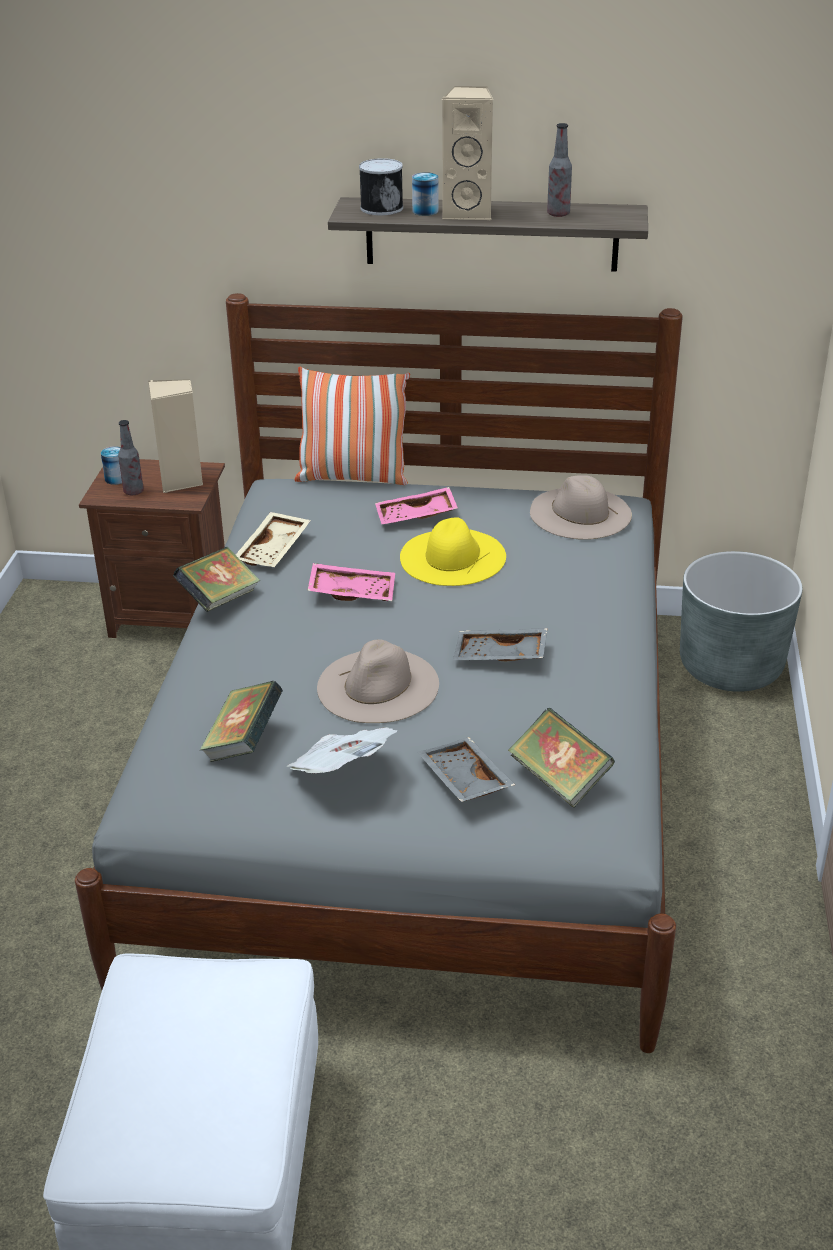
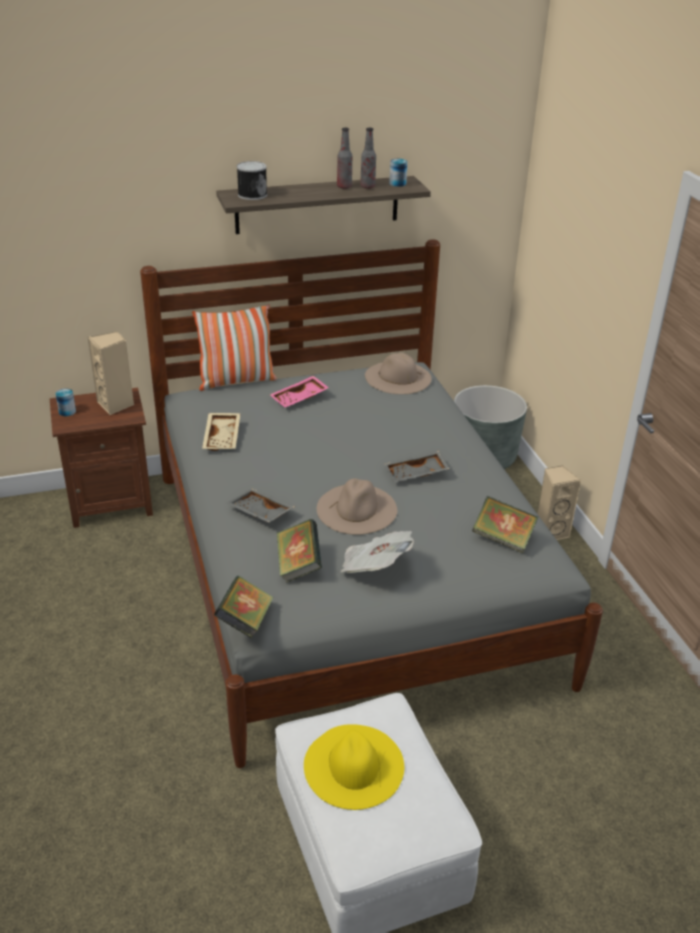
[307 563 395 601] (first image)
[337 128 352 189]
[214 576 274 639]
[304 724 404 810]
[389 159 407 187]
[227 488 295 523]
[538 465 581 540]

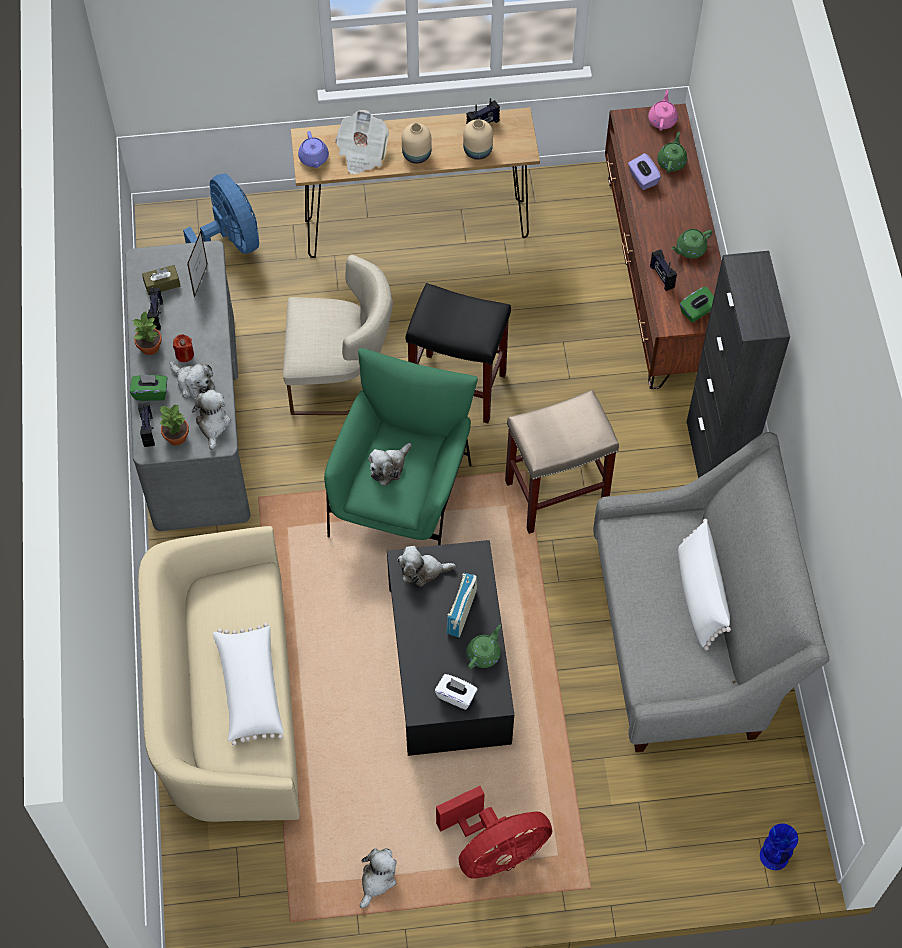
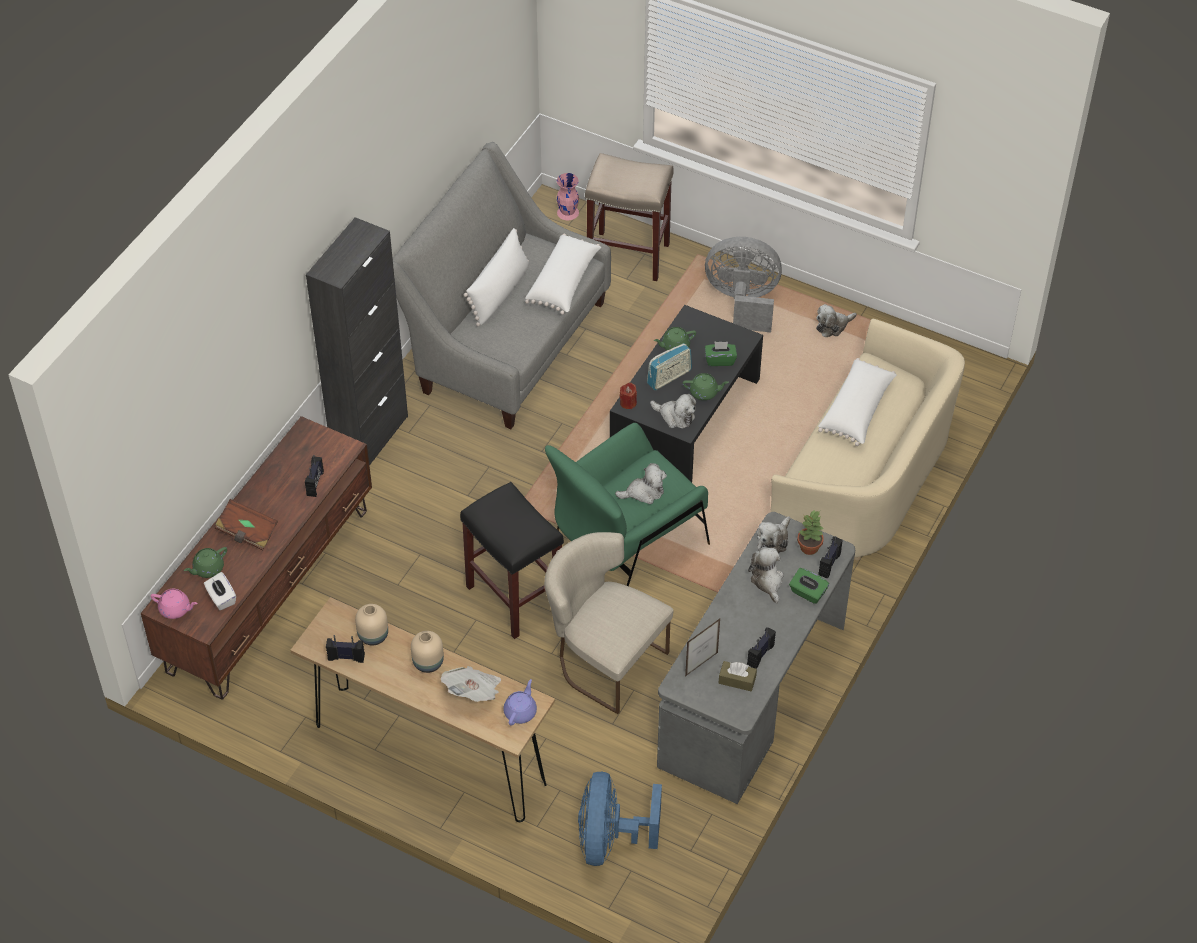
[132 311 162 355] (first image)
[628 153 661 190] (first image)
[215 499 278 551]
[525 234 601 315]
[620 383 637 409]
[204 572 236 610]
[585 153 674 281]
[683 373 729 400]
[705 341 737 366]
[705 237 782 332]
[557 173 579 220]
[150 589 198 619]

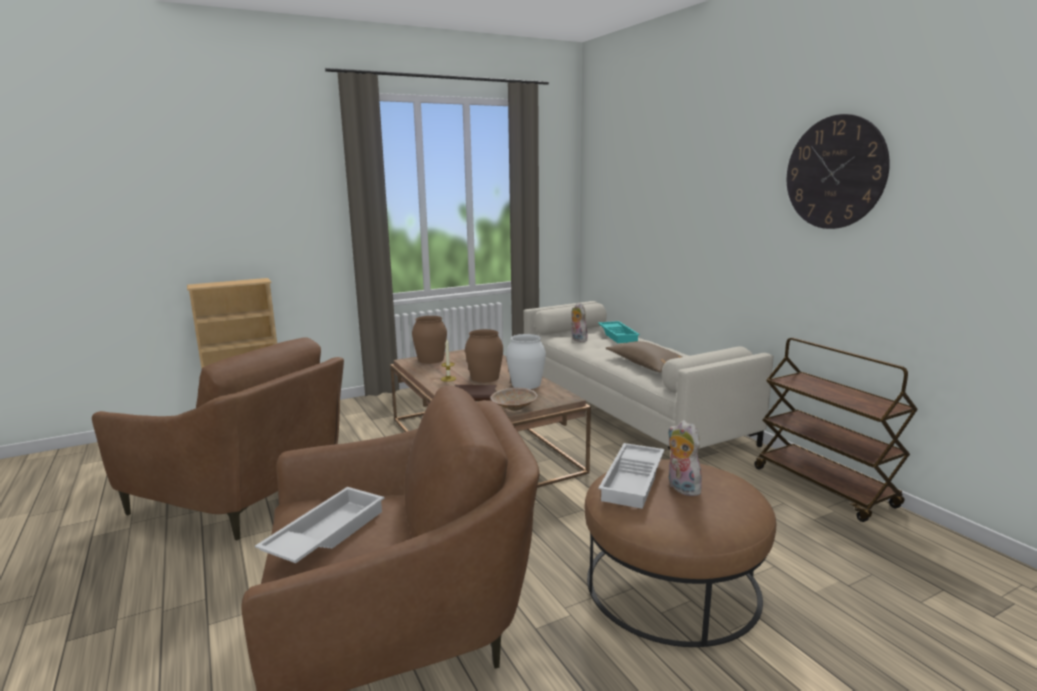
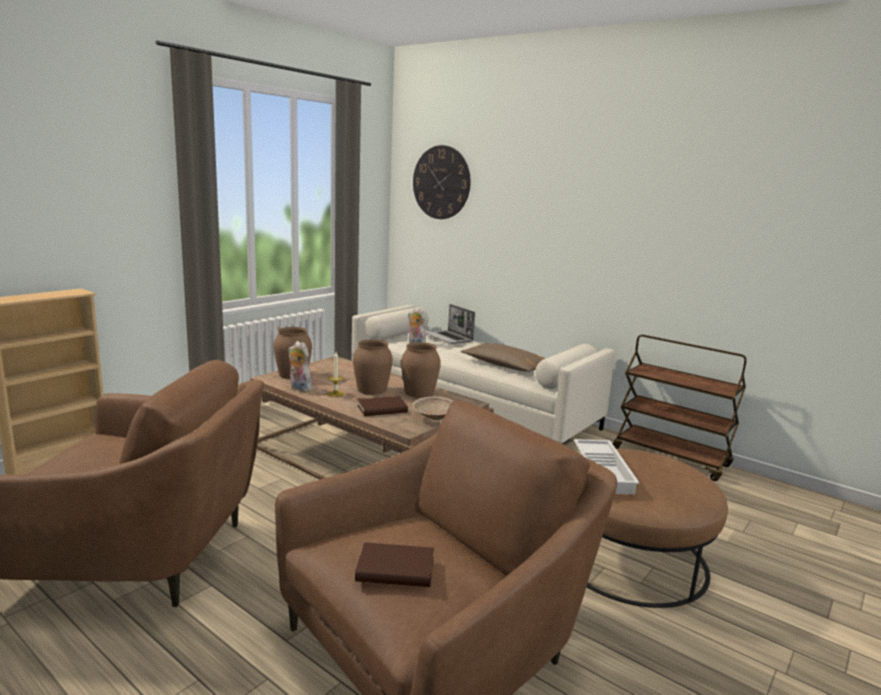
[289 341 312 392]
[413 145 471 219]
[355 542 434 587]
[426 304 475 344]
[401 342 441 398]

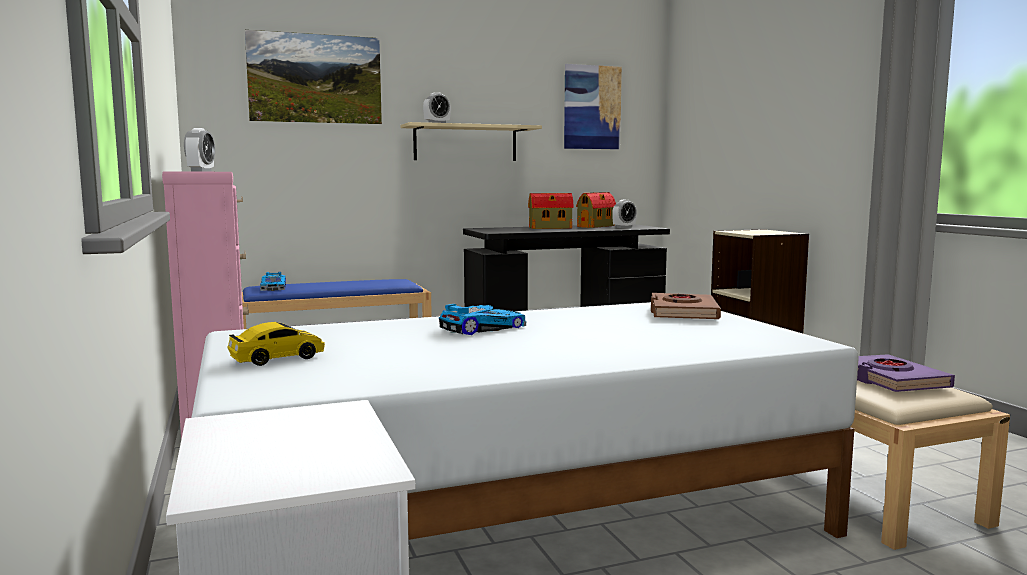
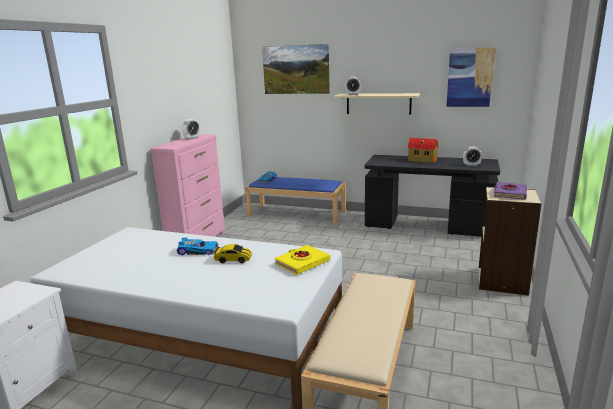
[576 192 616 228] (first image)
[214 244 252 263]
[494 182 527 200]
[274 245 330 275]

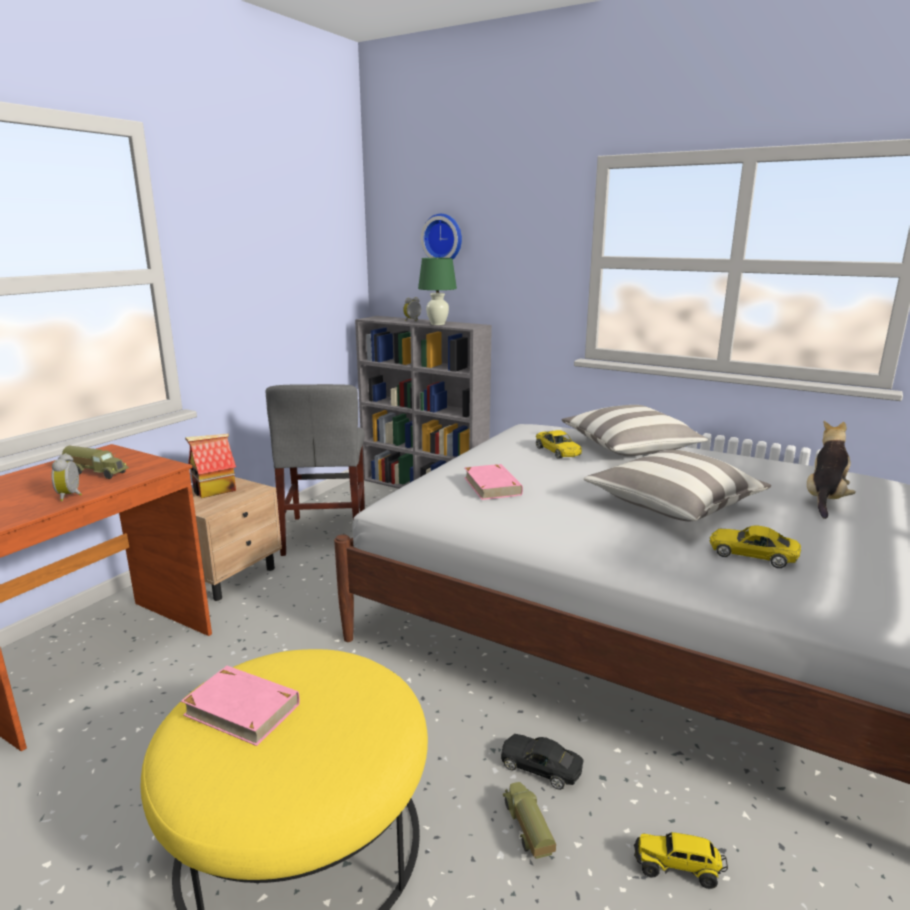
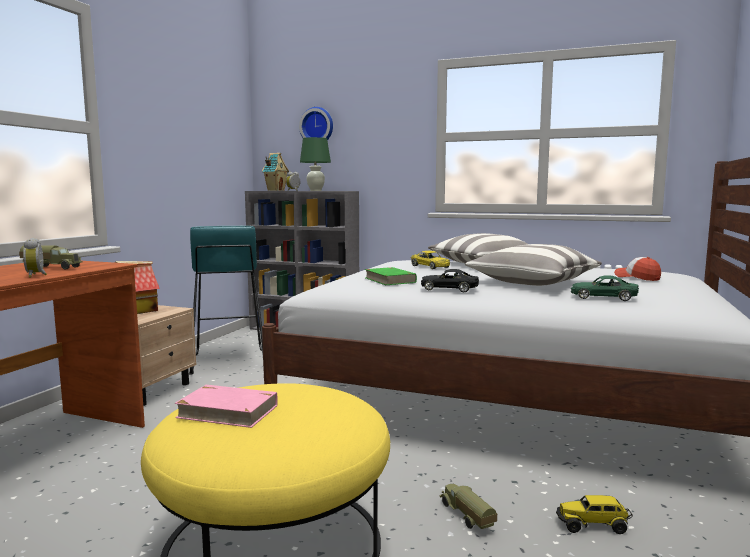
[262 153 289 191]
[421 269 479 292]
[189 226 263 375]
[614 257 661 281]
[365 267 417 285]
[571 276 639 301]

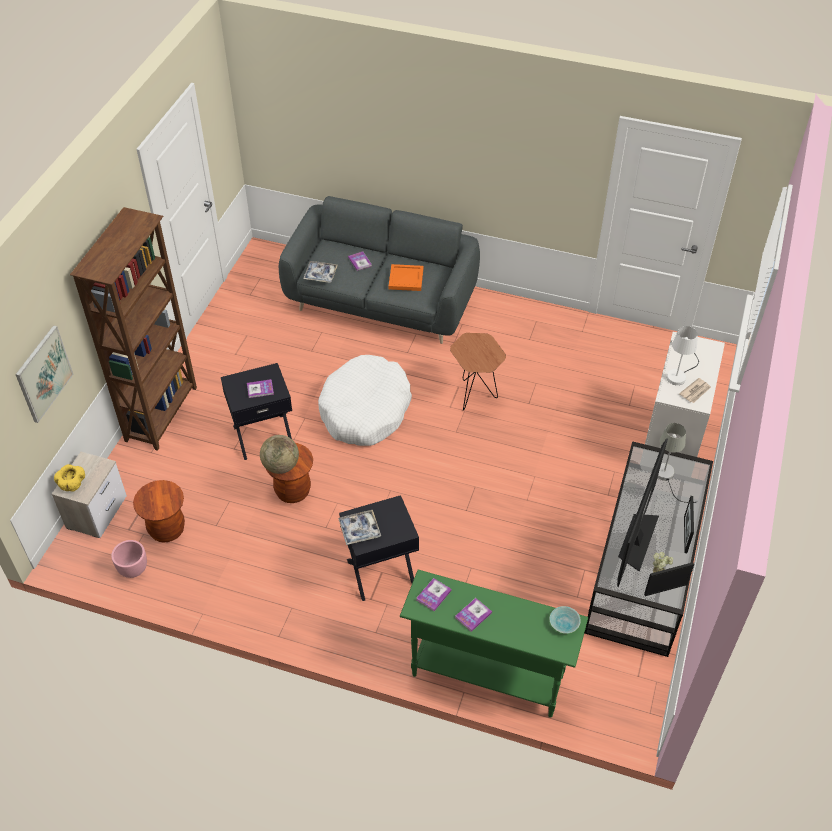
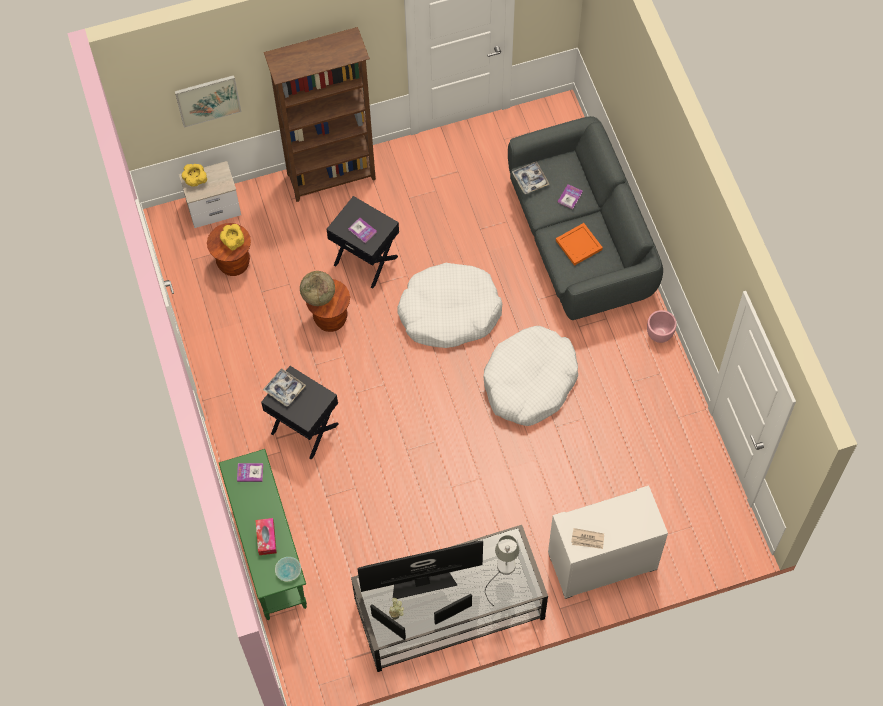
[455 598 492 632] (first image)
[667 326 699 385] (first image)
[220 224 244 250]
[256 518 277 555]
[647 310 677 343]
[483 326 578 426]

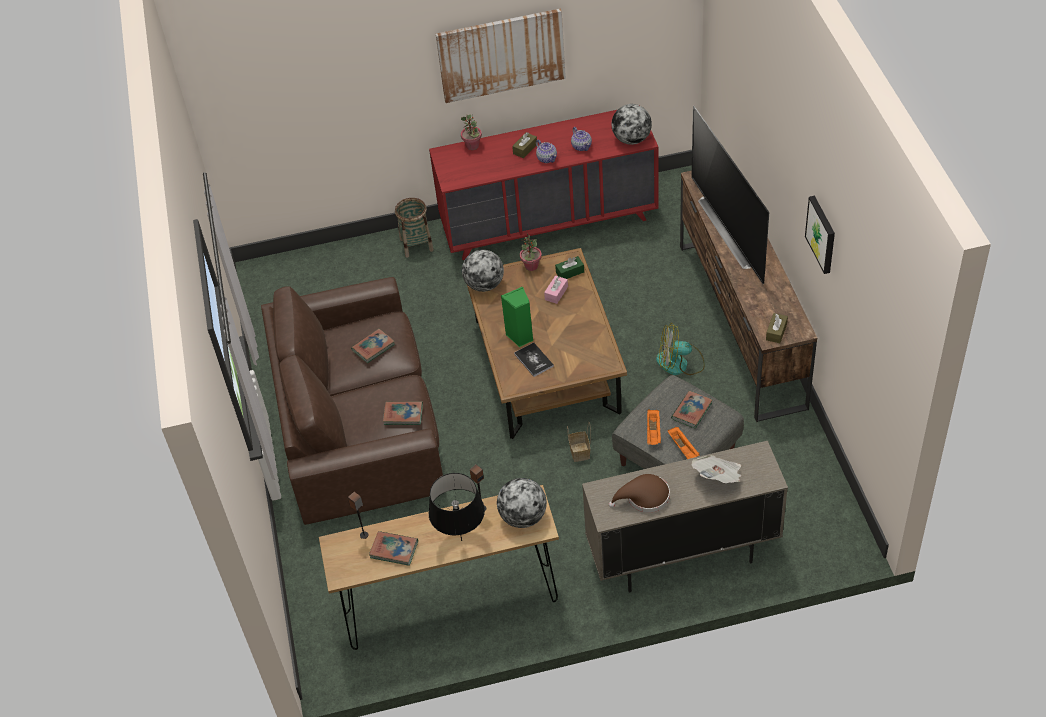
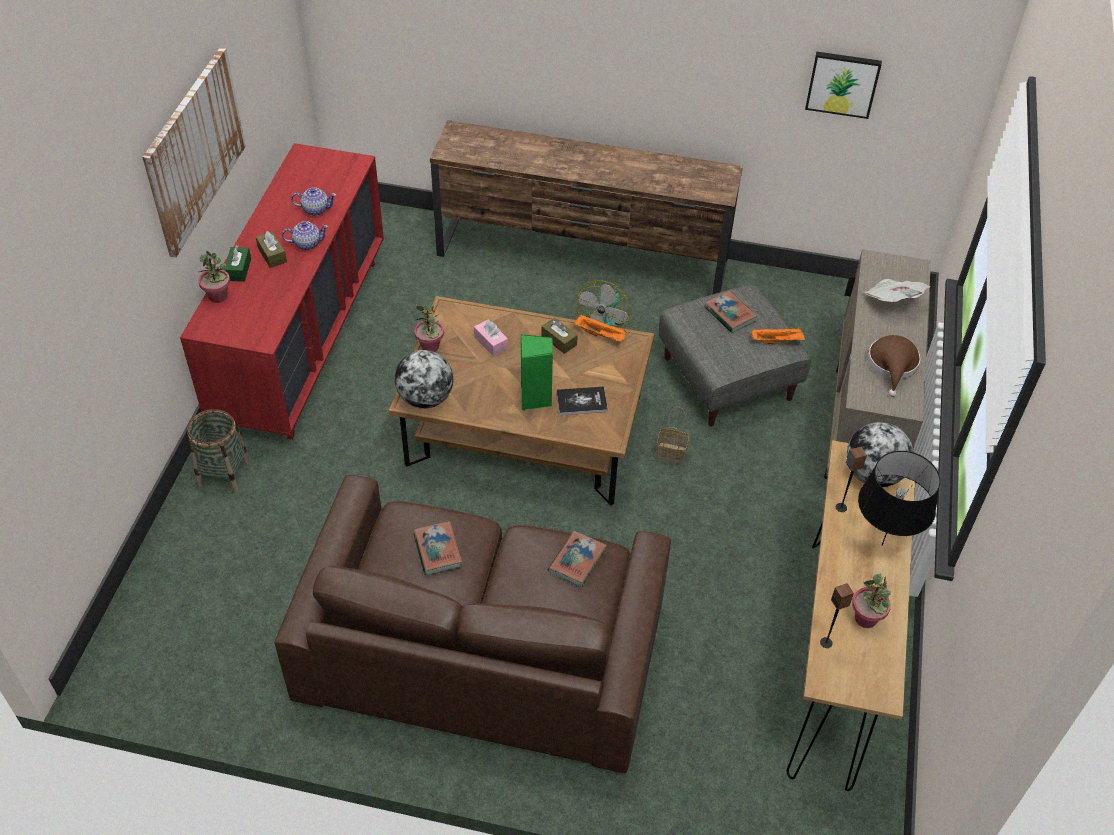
[611 104 652 145] (first image)
[691 106 769 284] (first image)
[224 245 251 282]
[574 314 626 342]
[541 318 578 354]
[805 52 882 119]
[852 573 891 628]

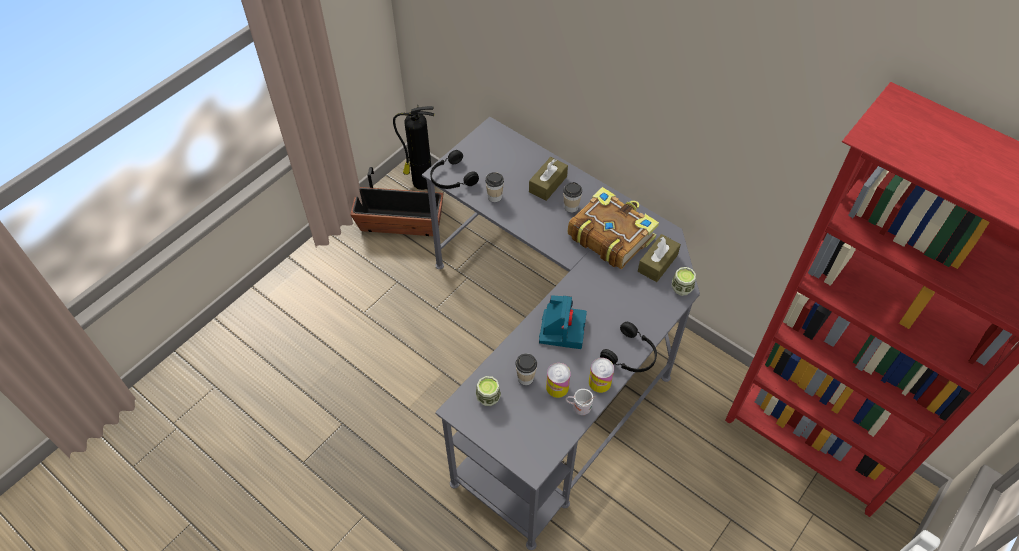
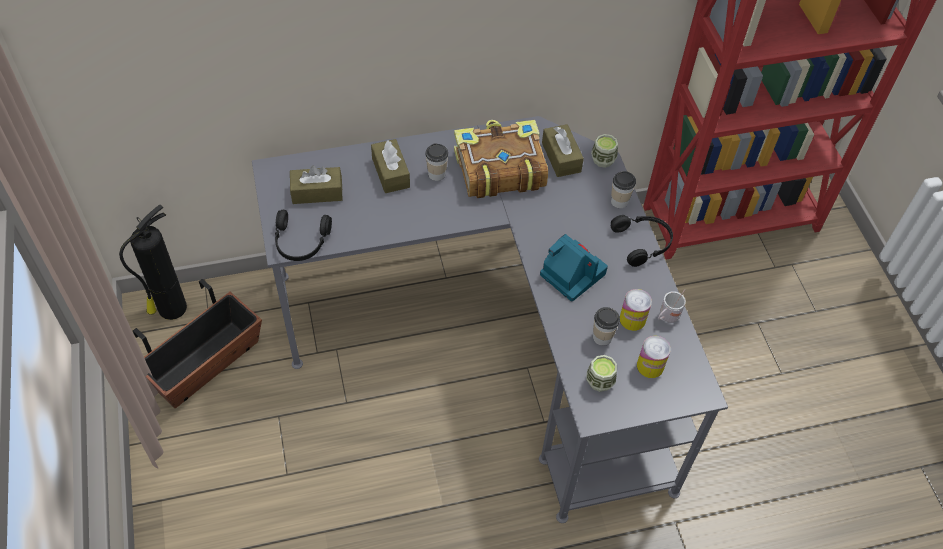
[290 166 343 204]
[611 171 636 208]
[637 336 671 378]

